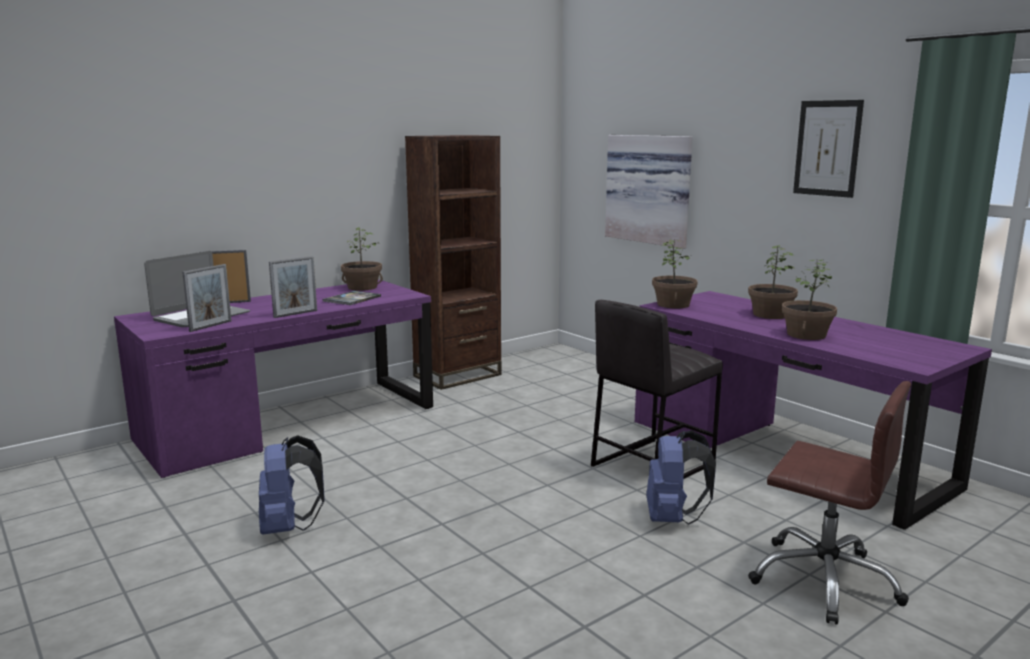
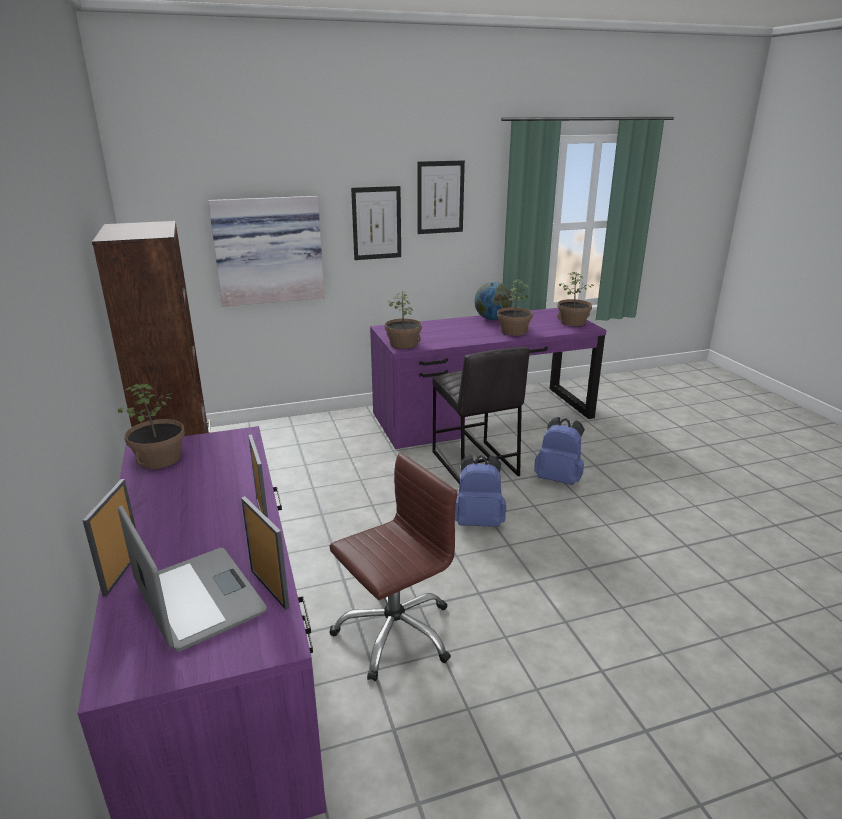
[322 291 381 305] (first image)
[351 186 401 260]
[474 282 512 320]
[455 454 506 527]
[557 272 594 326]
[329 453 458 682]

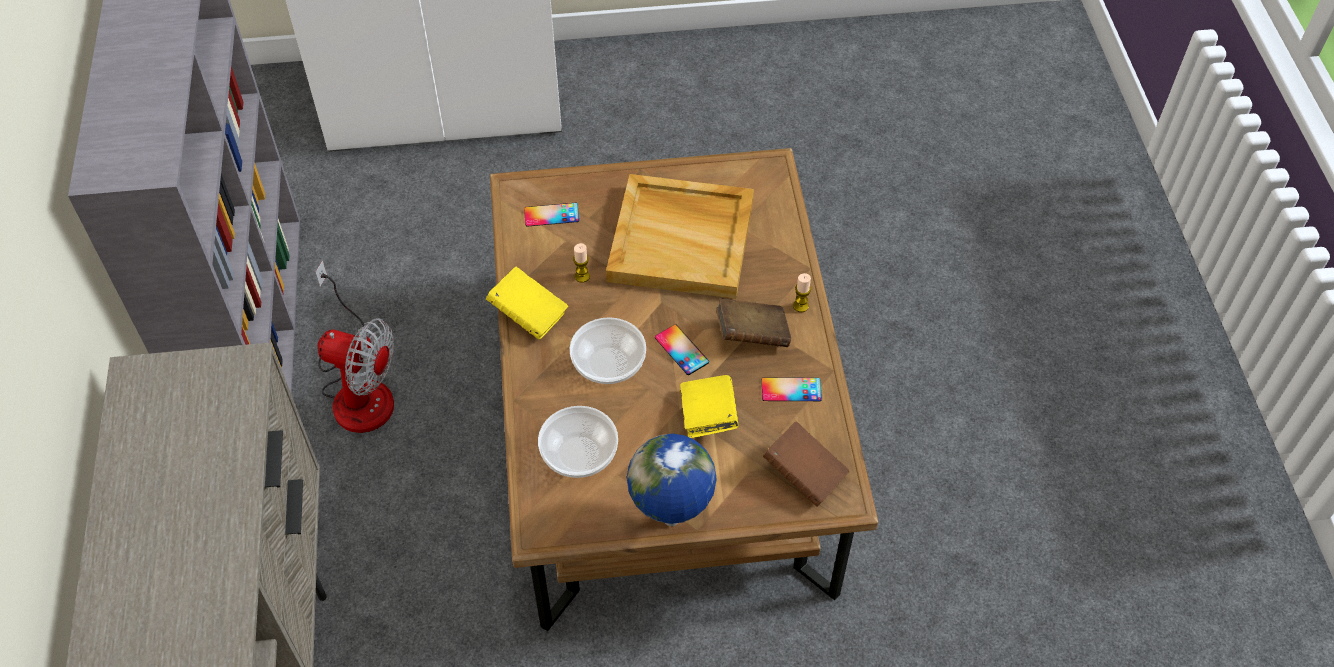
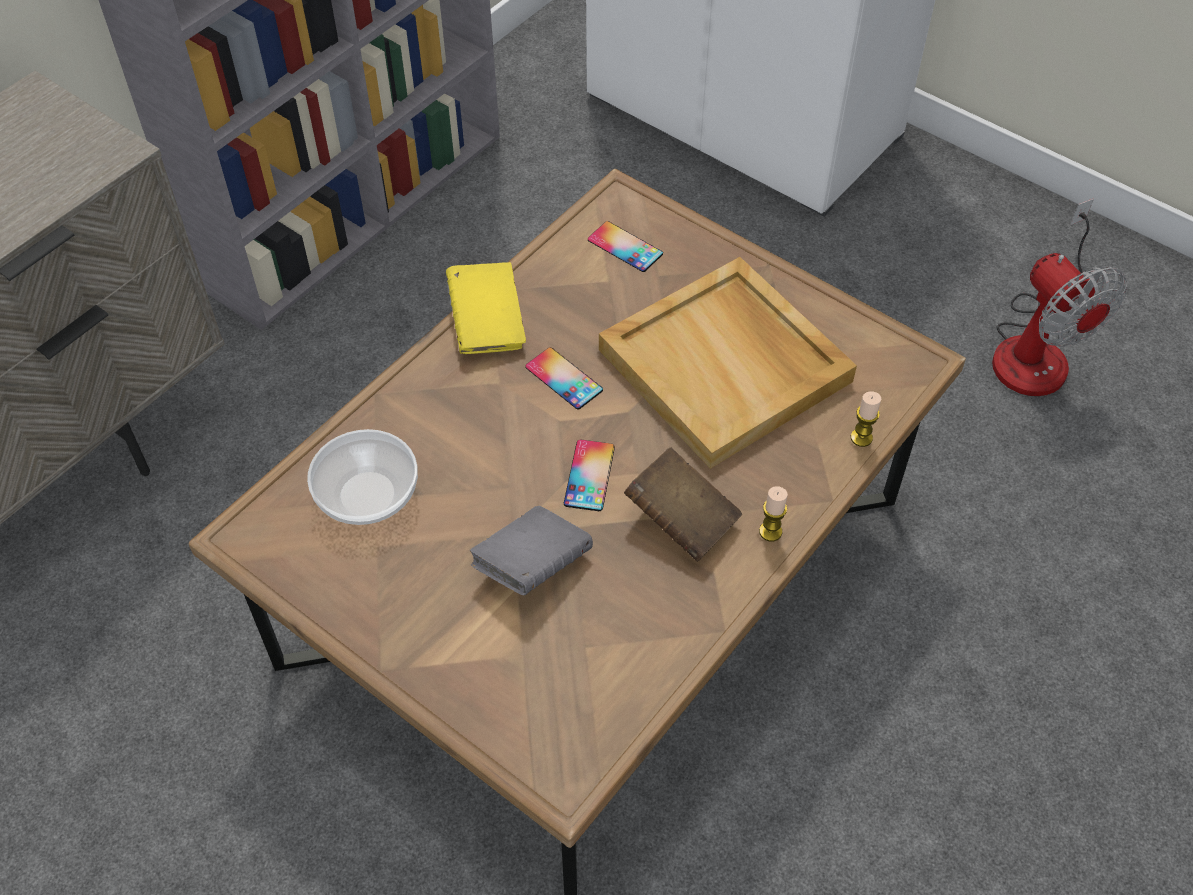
[570 317 646 384] (first image)
[627 434 717 526] (first image)
[763 421 849 507] (first image)
[992 198 1127 396]
[851 391 881 447]
[525 347 603 410]
[470 506 593 596]

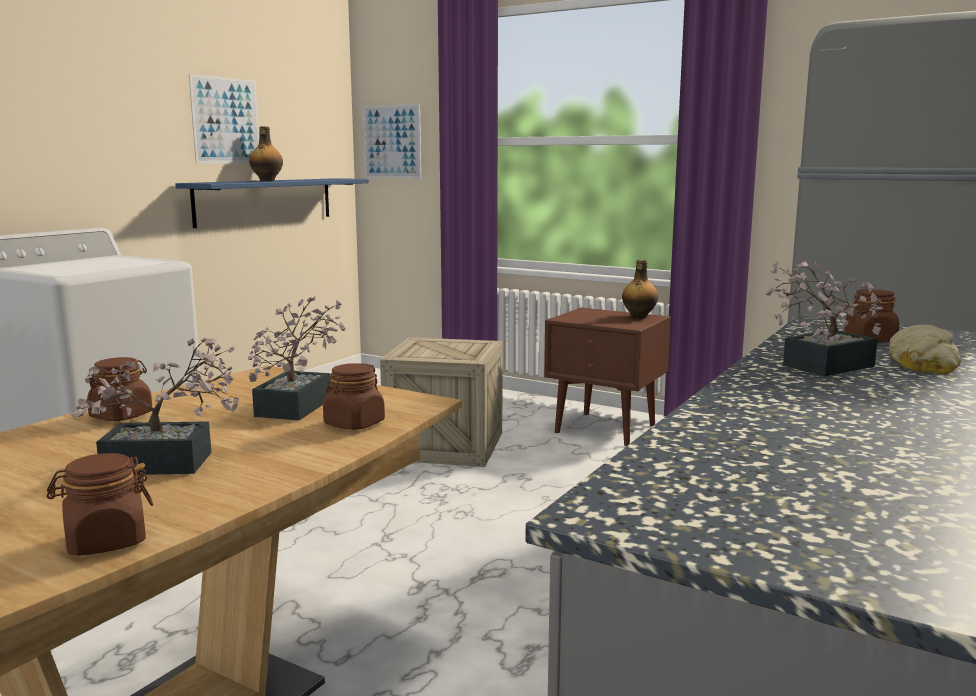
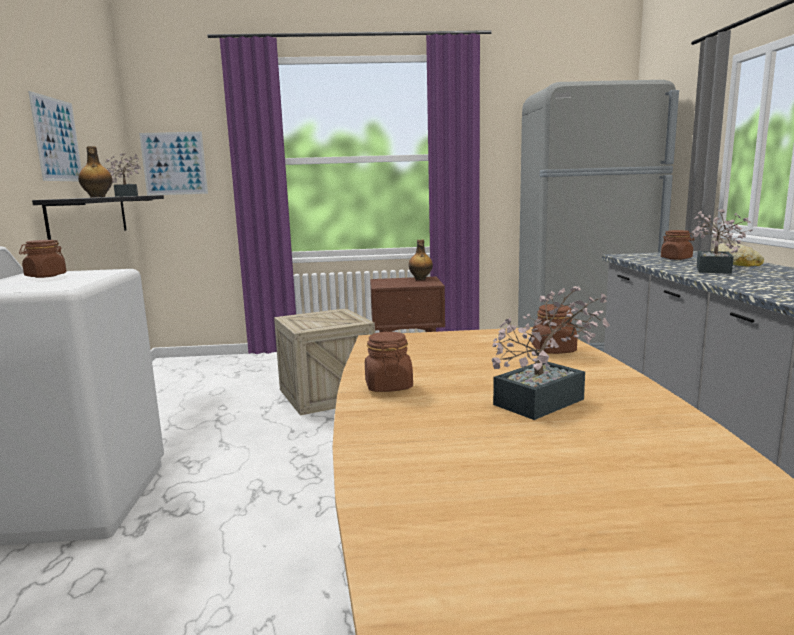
[19 240 67 278]
[104 153 142 197]
[32 195 164 240]

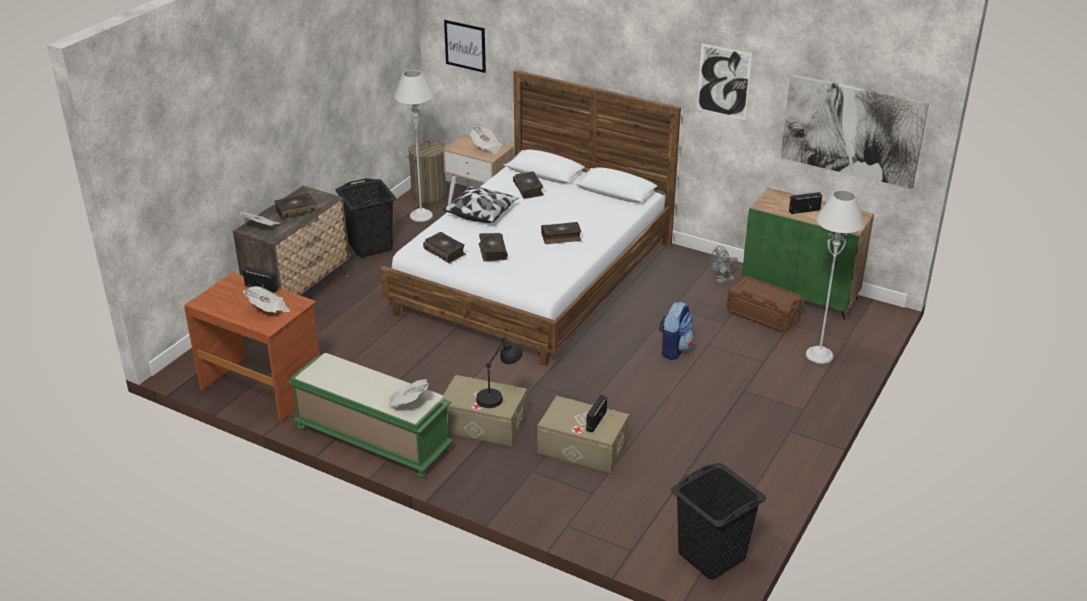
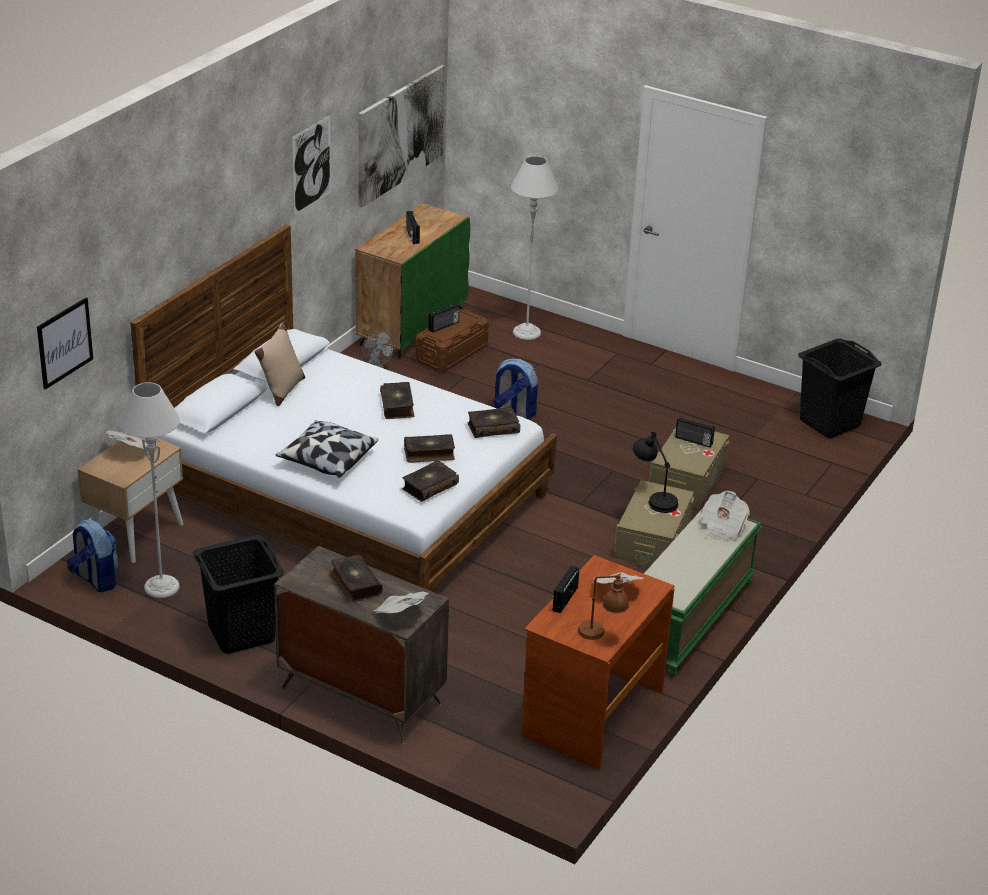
[255 322 305 406]
[428 303 459 333]
[578 573 629 640]
[468 407 520 438]
[67 520 118 592]

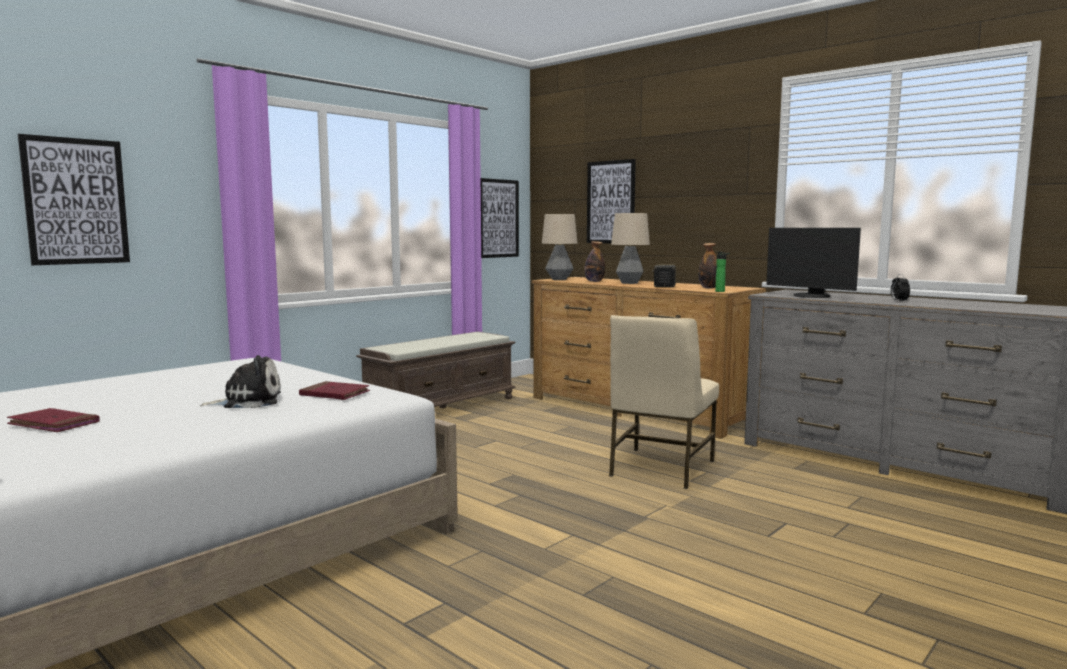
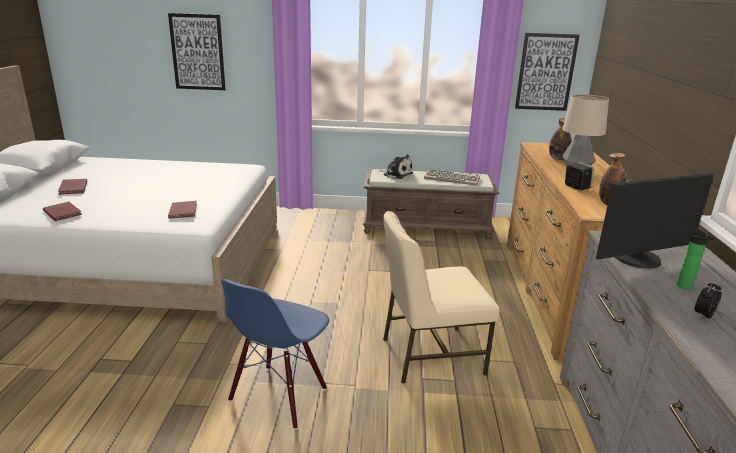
[542 214 578 280] (first image)
[587 159 636 243] (first image)
[43 202 82 221]
[221 279 329 430]
[424 169 480 186]
[379 154 413 179]
[677 229 715 290]
[596 173 714 269]

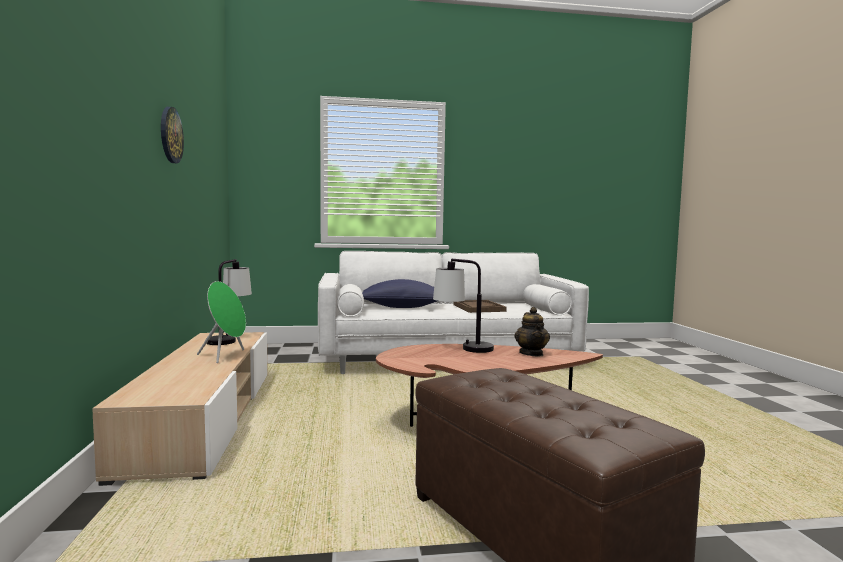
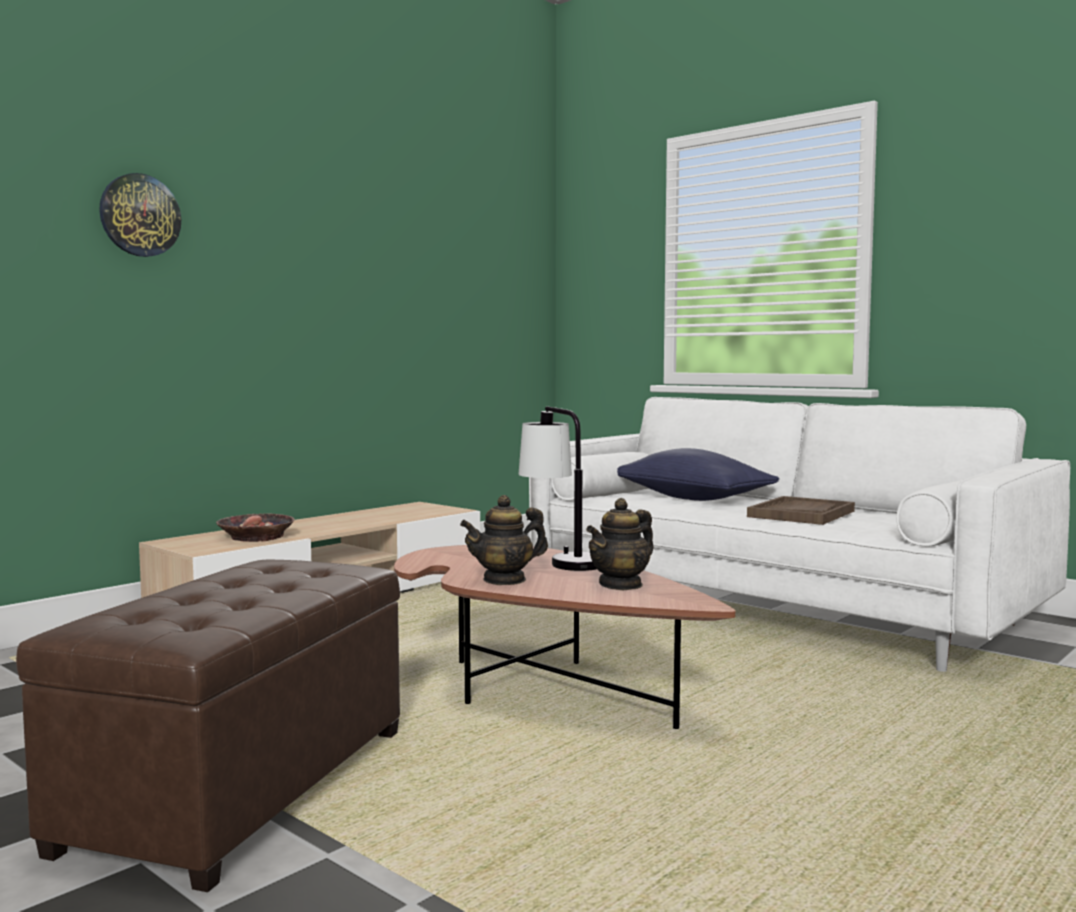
[197 281 246 363] (first image)
[207 259 252 345] (first image)
[216 513 295 542]
[460 495 548 585]
[99 173 181 257]

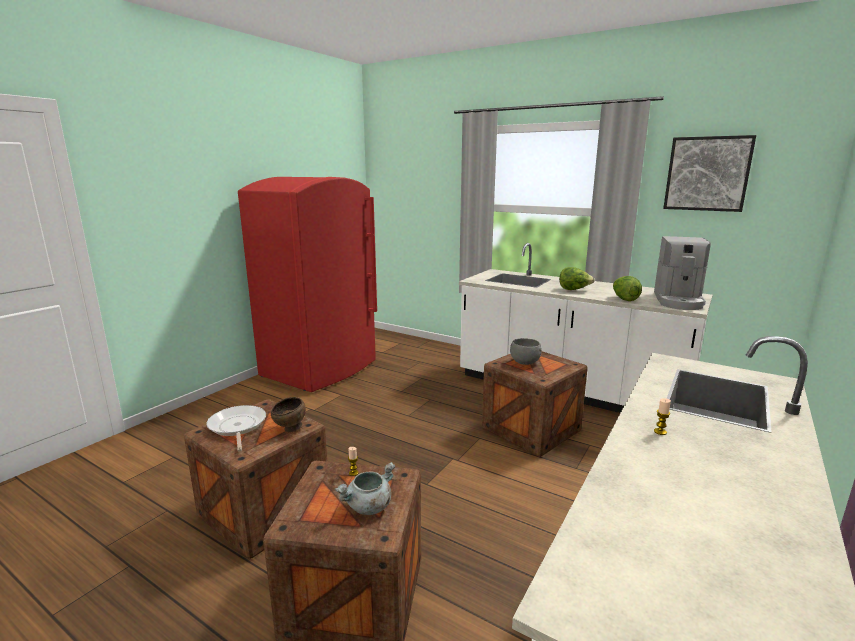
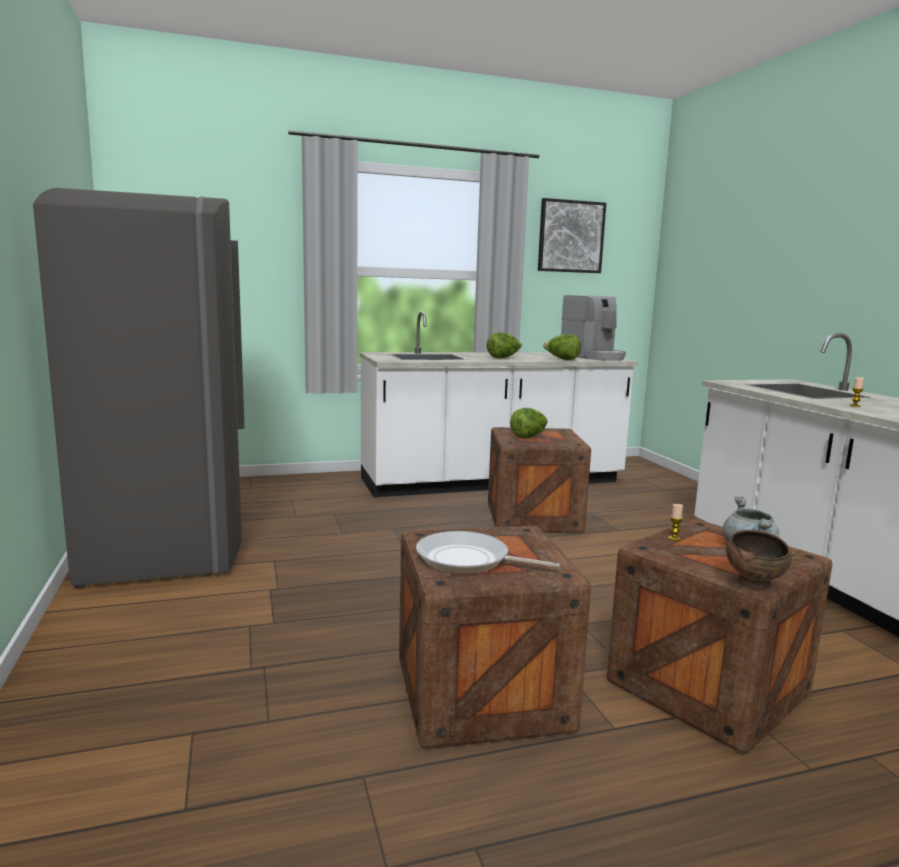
[726 530 792 591]
[510 408 548 438]
[33 188 245 588]

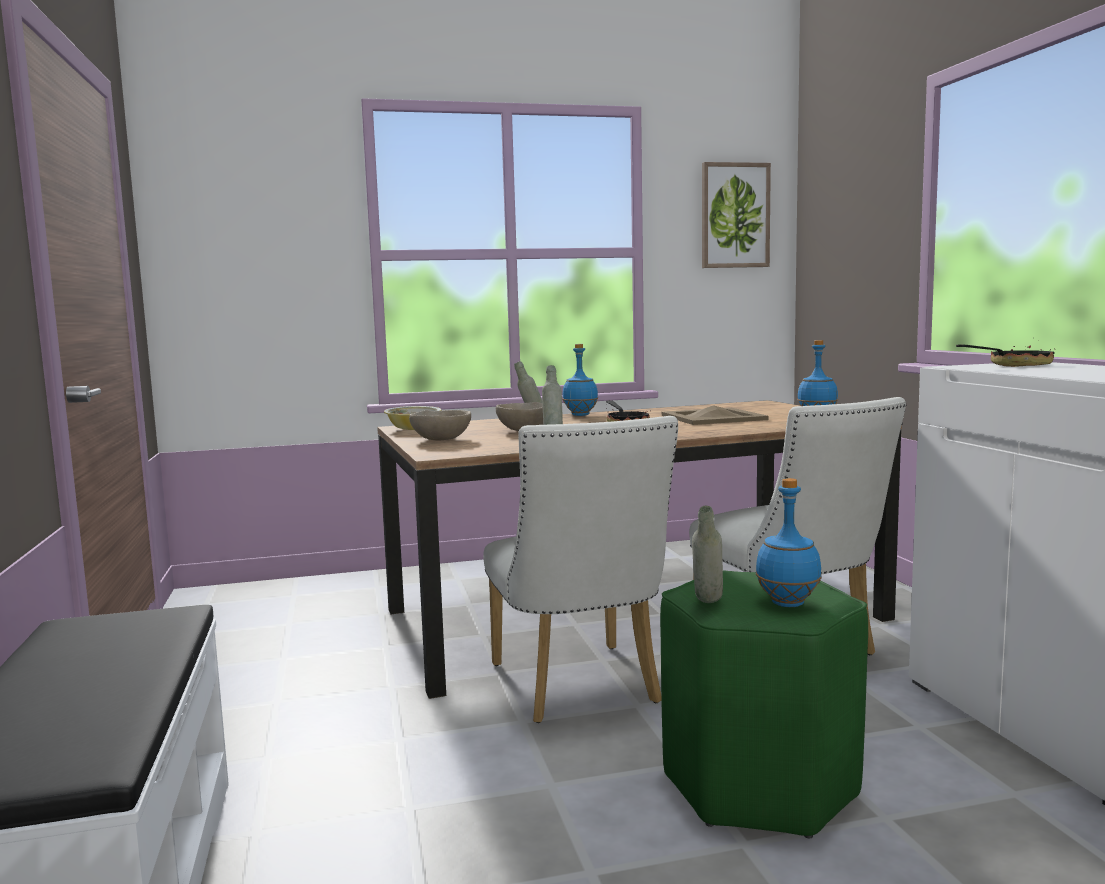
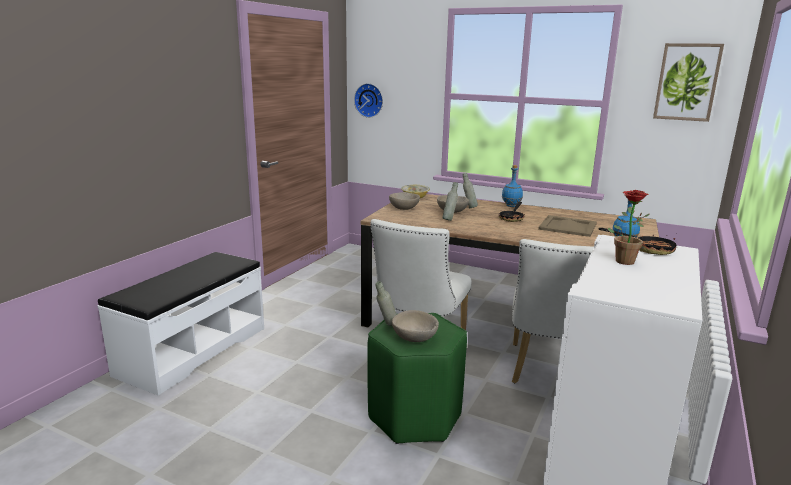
[354 83 383 118]
[607 190 650 265]
[392 310 439 342]

